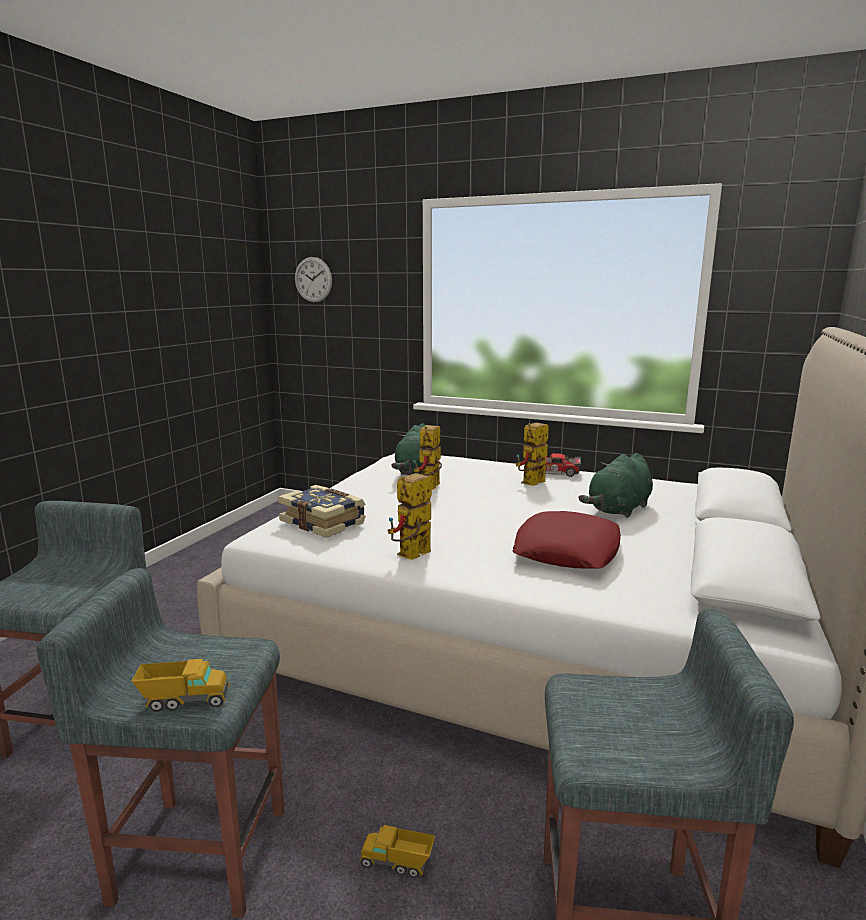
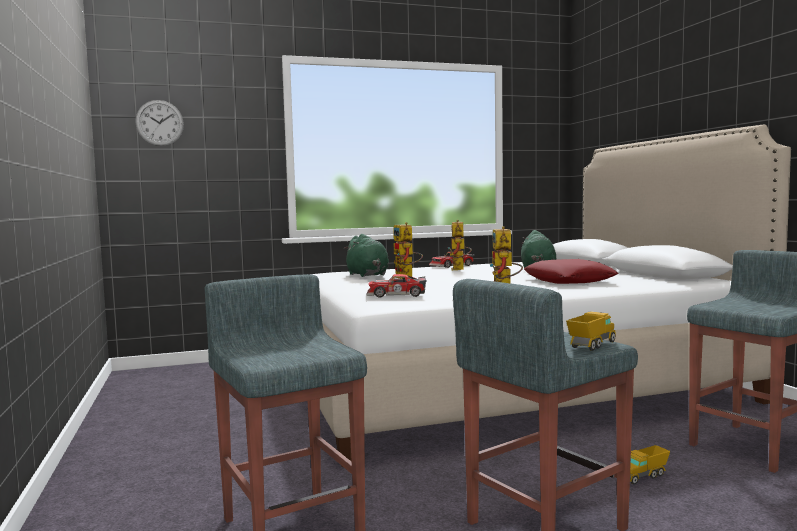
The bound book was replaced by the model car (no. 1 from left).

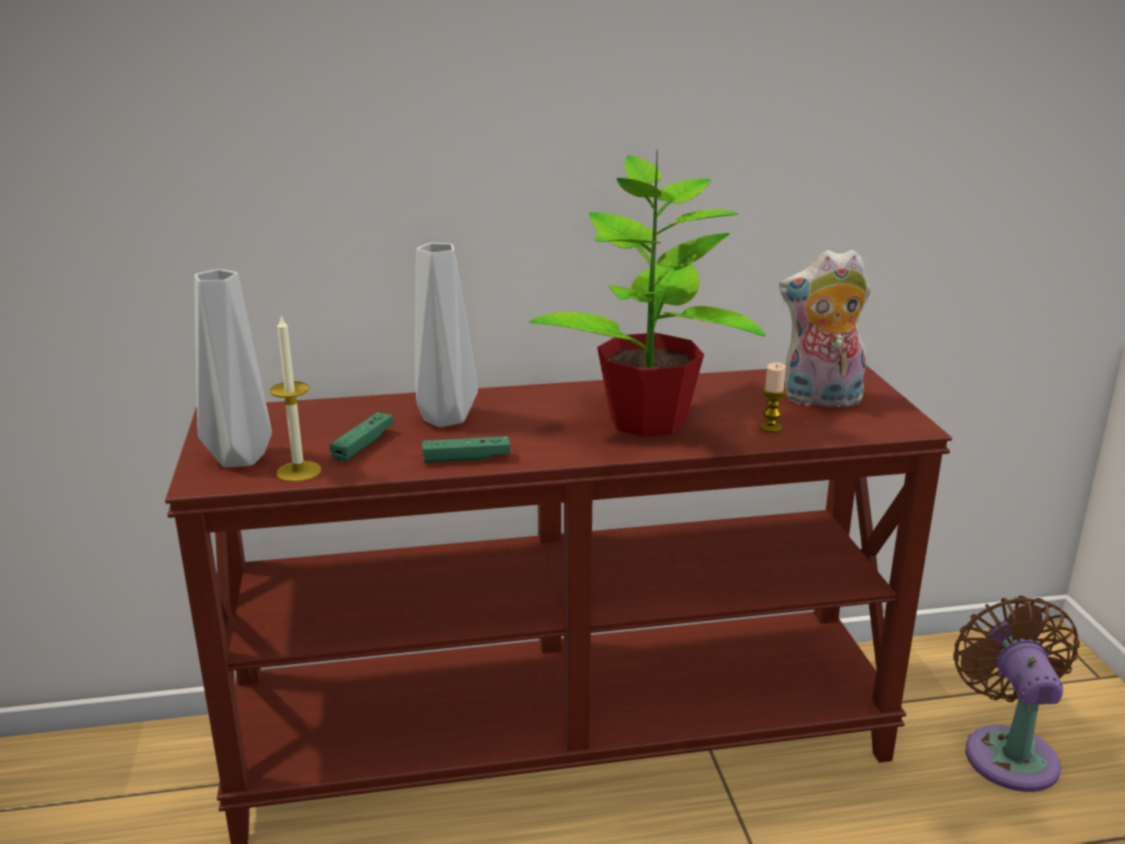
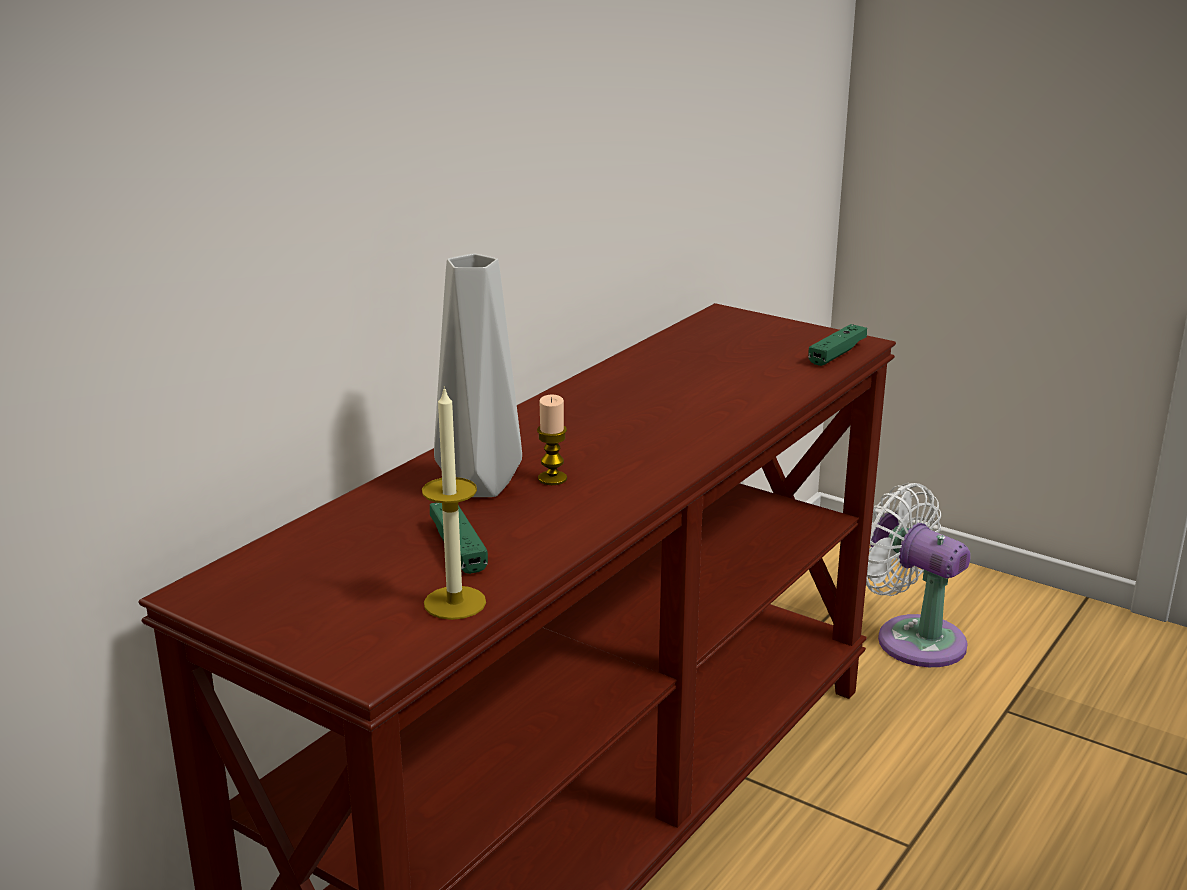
The flower vase (grey) (no. 1 from left) disappeared.
The gamepad (green-coloured) (no. 2 from left) moved.
The houseplant disappeared.
The wax candle (no. 2 from left) moved.
The plush toy disappeared.
The fan (brownish) became the fan (white).

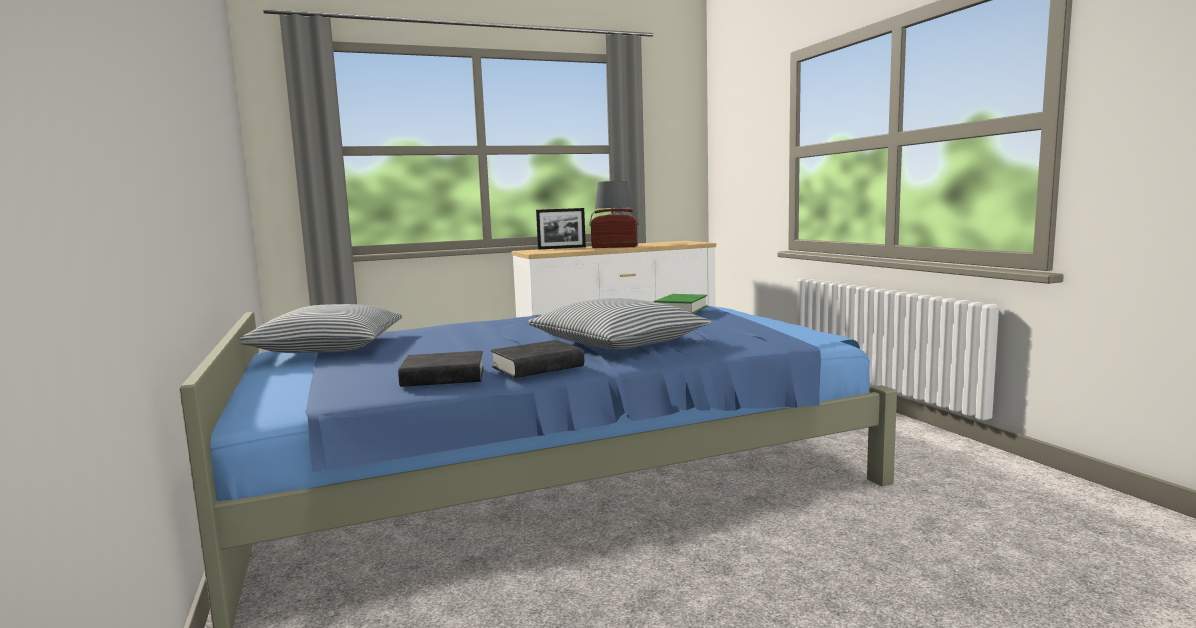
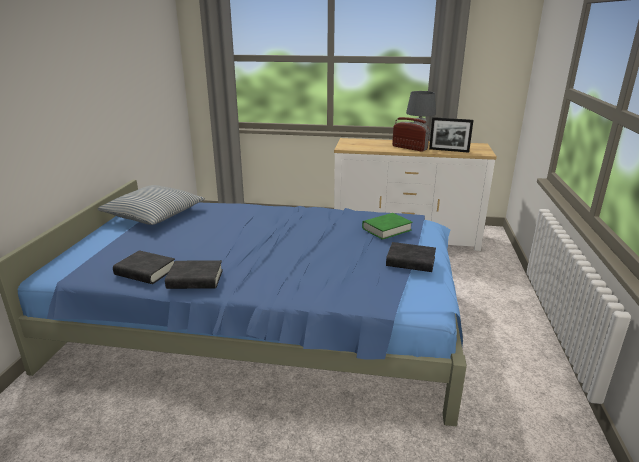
The pillow (no. 2 from left) disappeared.
The standing frame moved.
The bound book (black) (no. 3 from left) appeared.

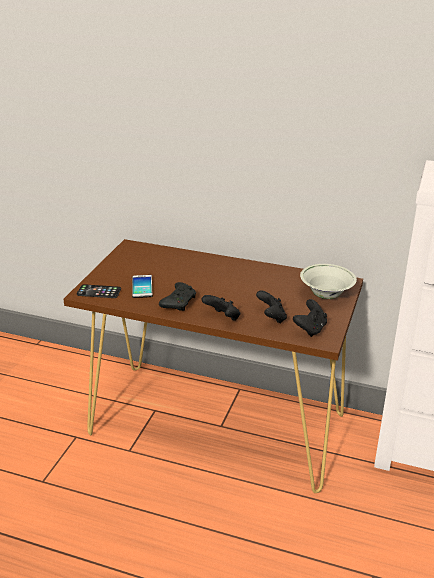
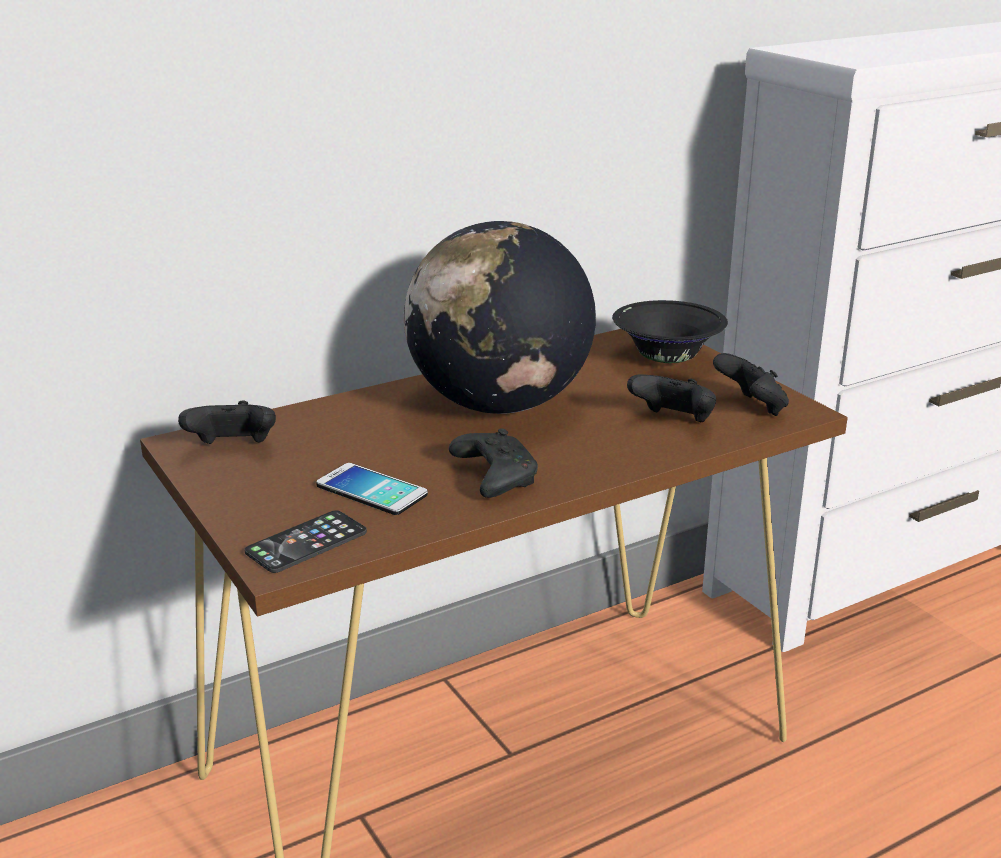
The gamepad (black) (no. 2 from left in the first image) moved.
The bowl (white) became the bowl (black).
The world globe appeared.

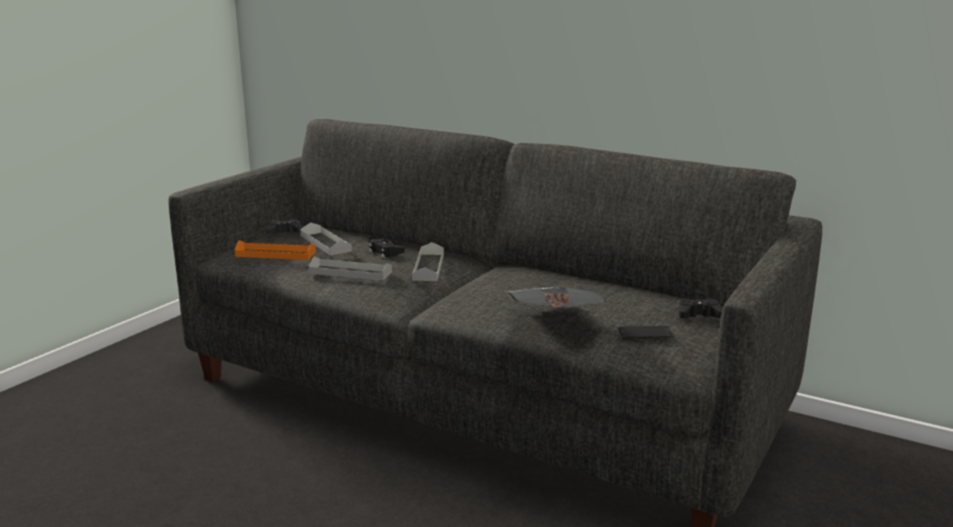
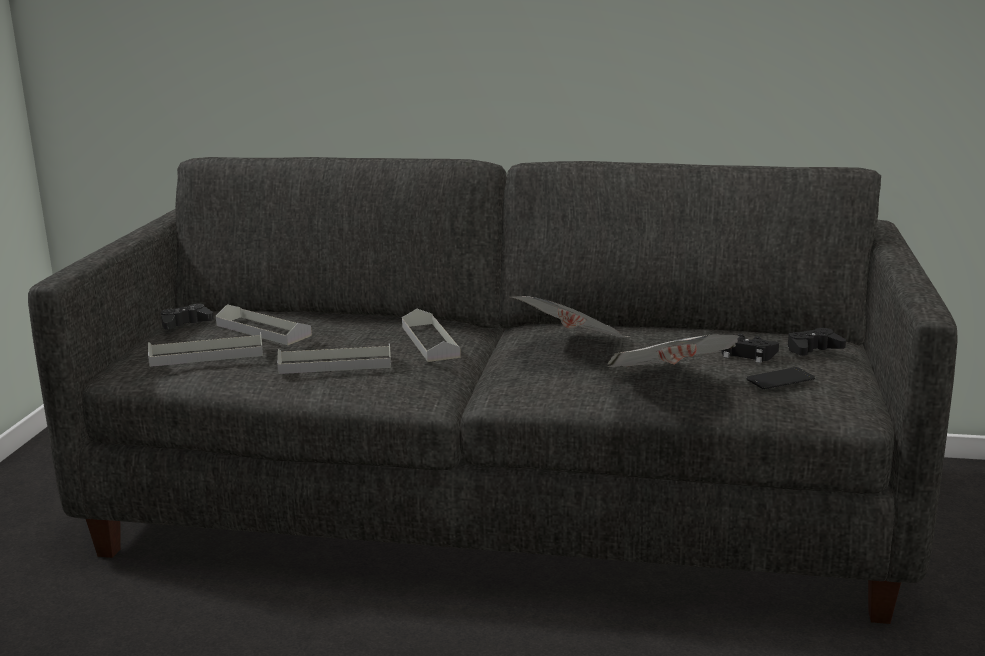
The carrying tray (orangey) became the carrying tray (grey) (no. 1 from left).
The gamepad (black) (no. 2 from left) moved.
The printed paper (no. 1 from left) appeared.

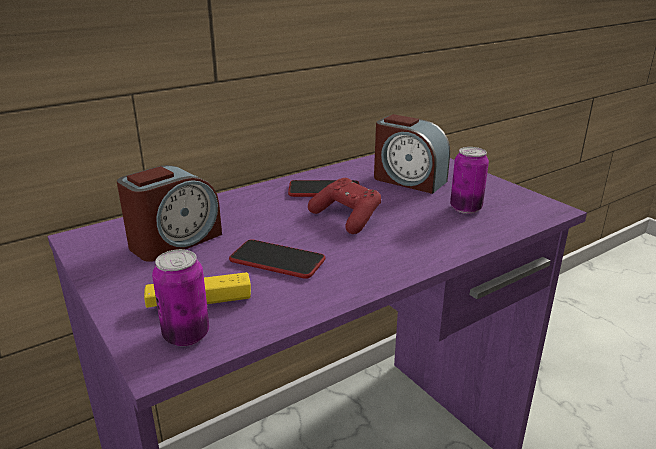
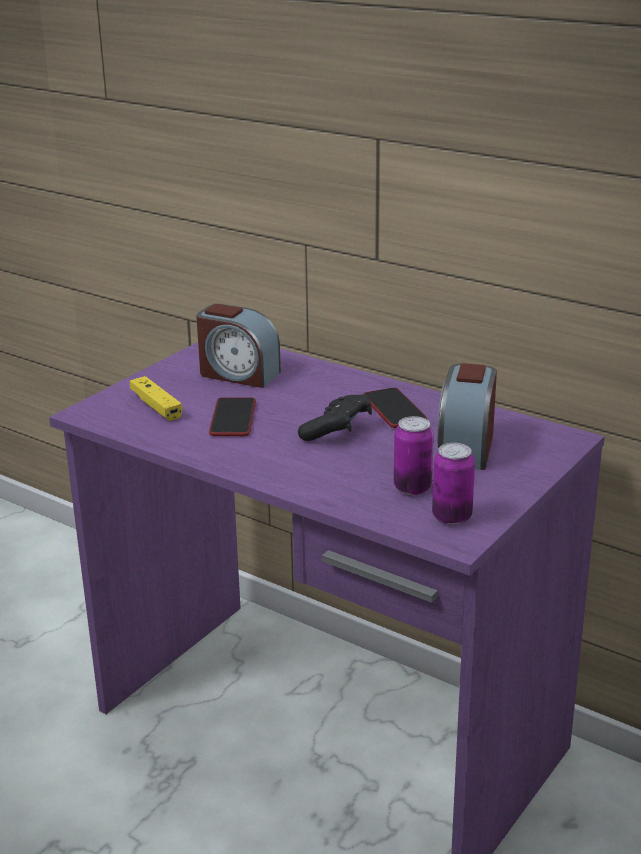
The can (no. 1 from left in the first image) moved.
The gamepad (red) became the gamepad (black).

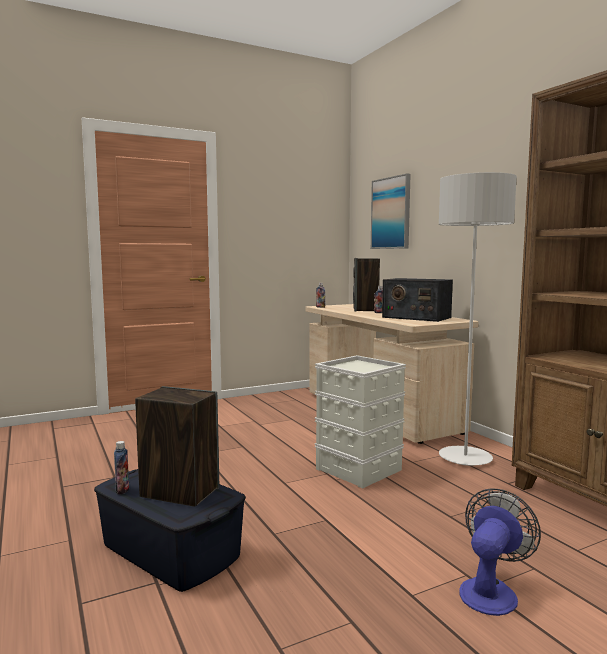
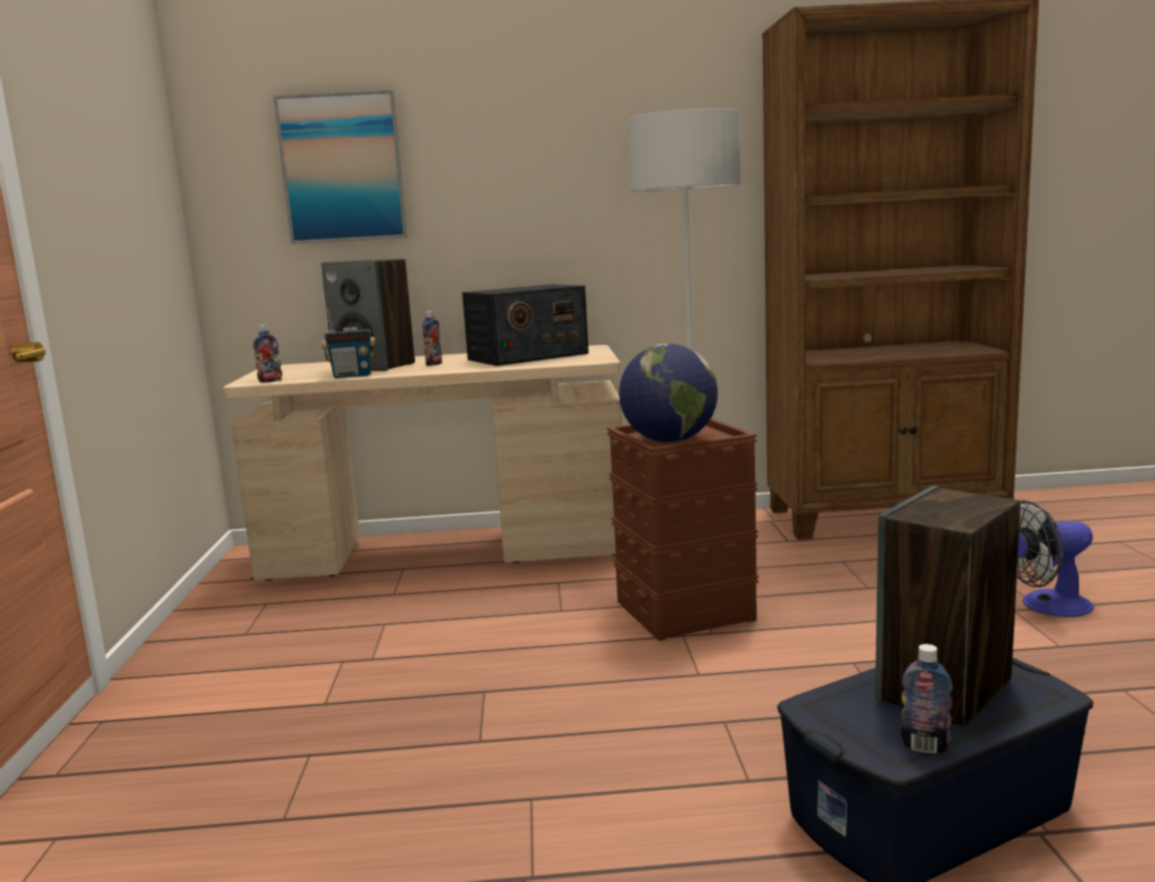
The storage container (grey) became the storage container (brownish).
The fan turned 75 degrees counterclockwise.
The radio set (no. 1 from left) appeared.
The world globe appeared.

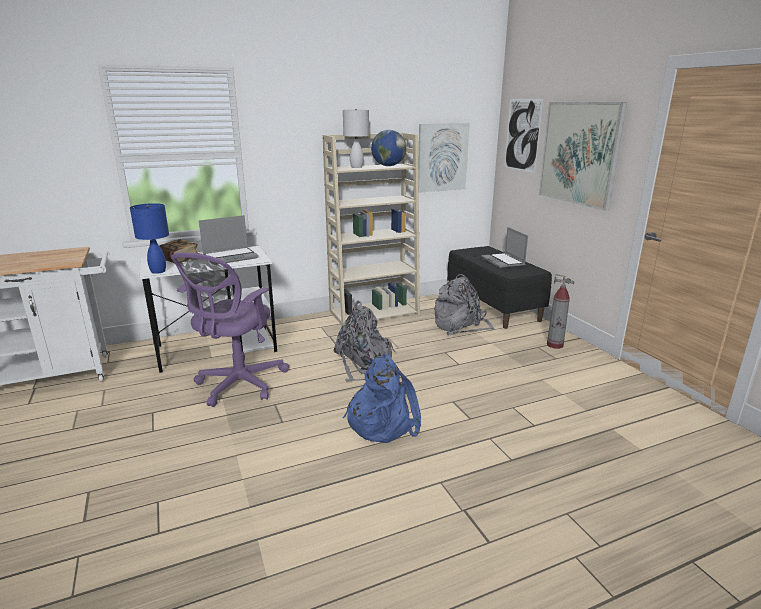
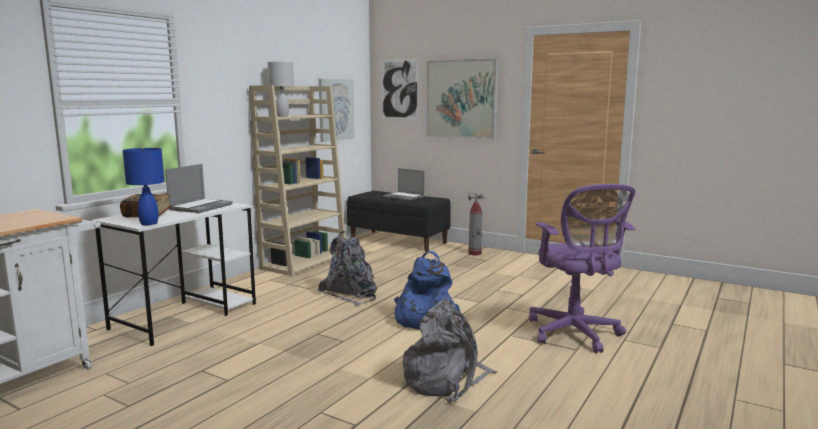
The desk chair (purple) moved.
The world globe disappeared.
The knapsack (grey) (no. 2 from left) moved.

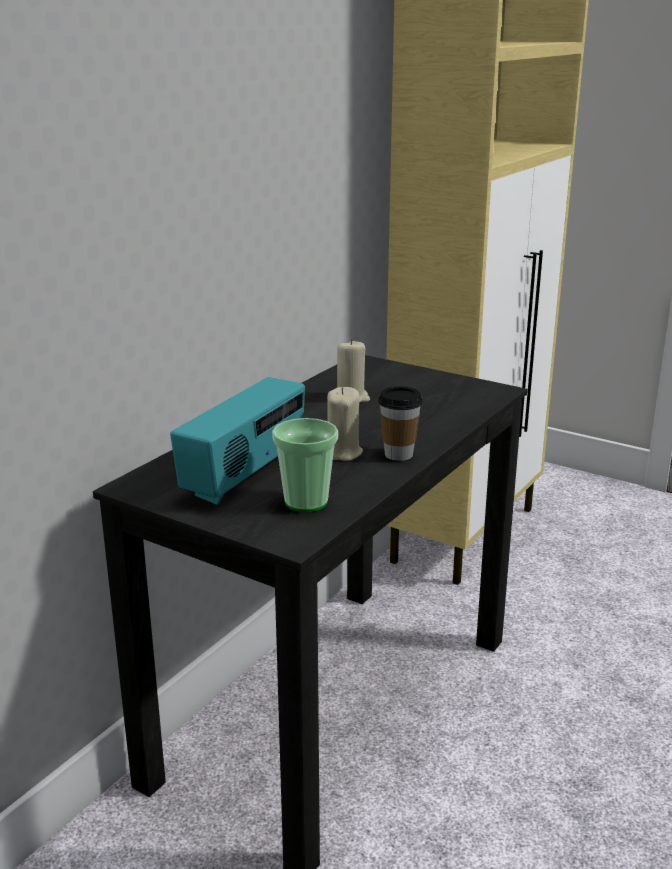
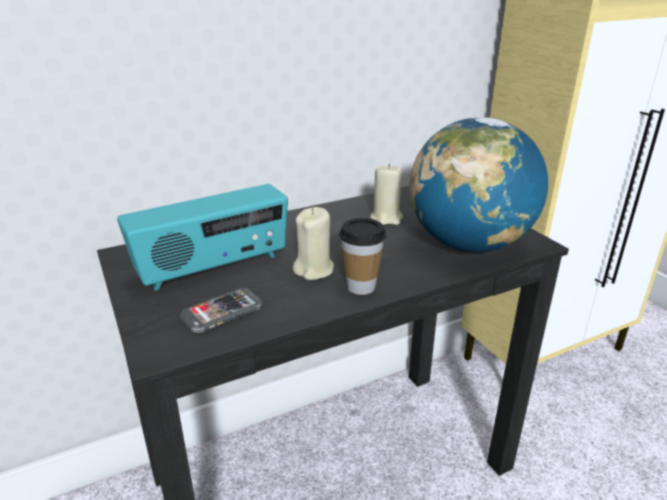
The cup (no. 1 from left) was replaced by the telephone.
The world globe appeared.

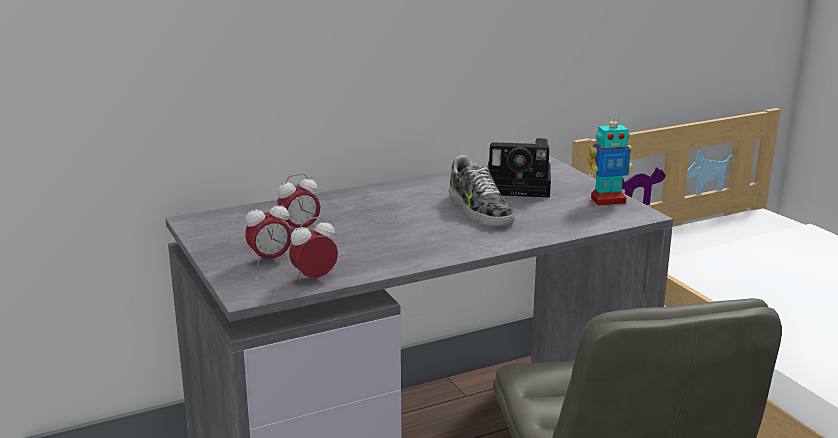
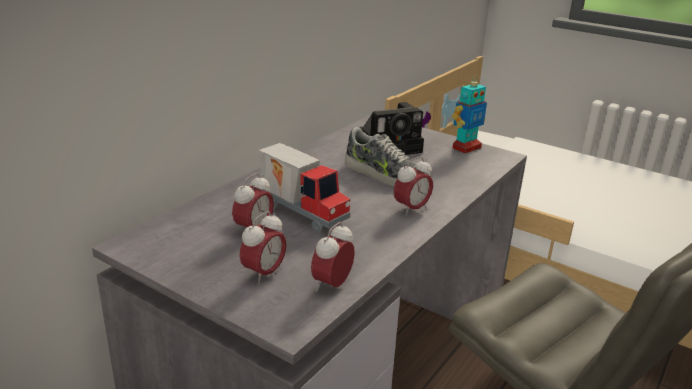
The toy lorry appeared.
The table clock (no. 4 from left) appeared.

